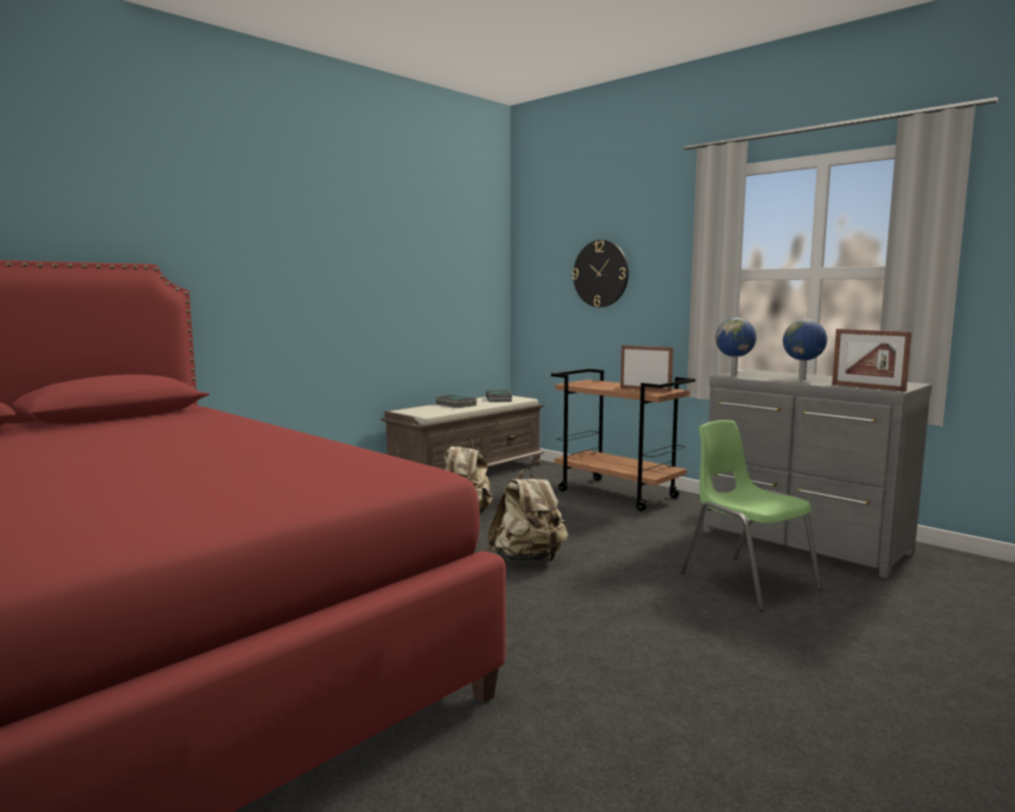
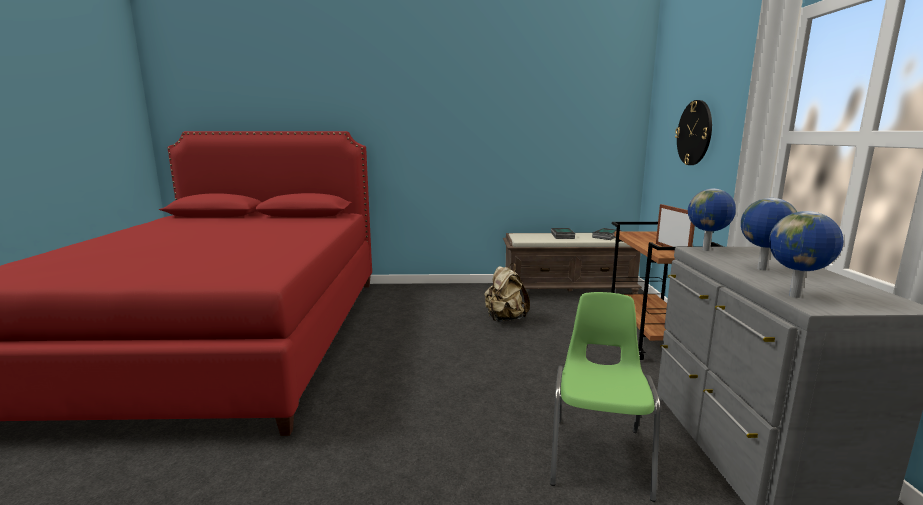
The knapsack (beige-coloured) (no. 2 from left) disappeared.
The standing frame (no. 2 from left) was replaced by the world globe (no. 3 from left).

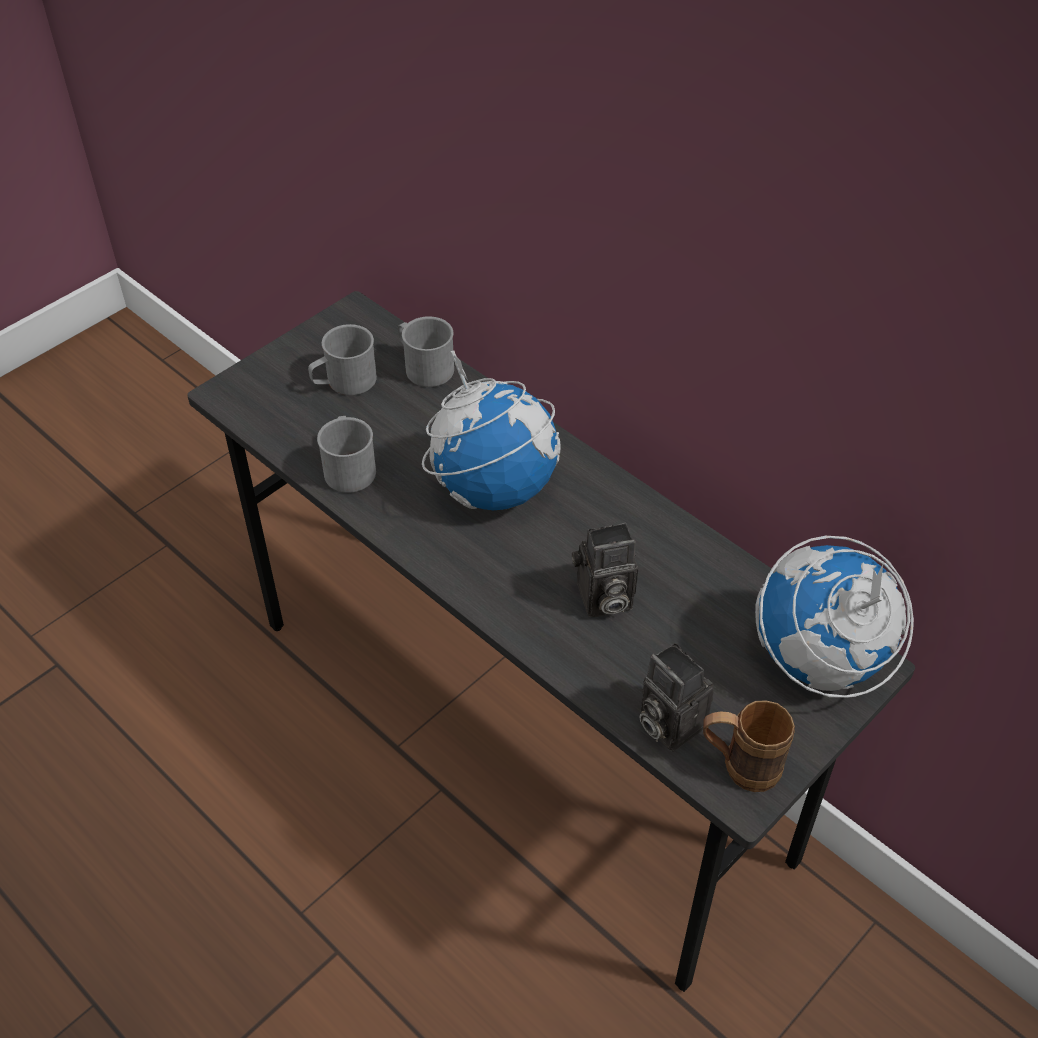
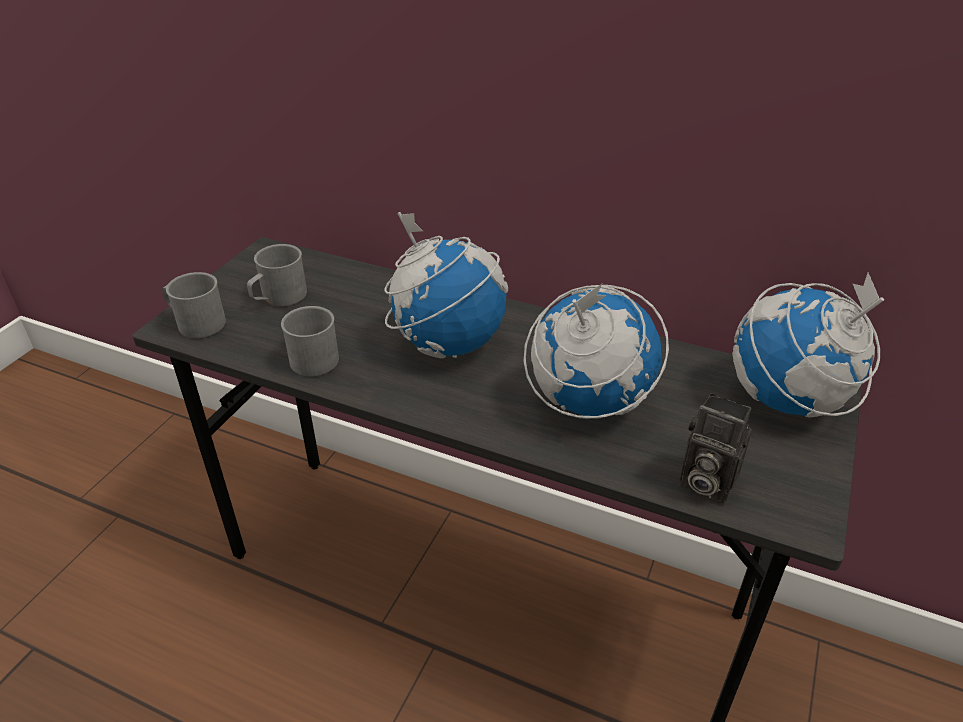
The coffee mug (grey) (no. 3 from left in the first image) moved.
The still camera (no. 1 from left) was replaced by the world globe (no. 2 from left).
The coffee mug (brownish) disappeared.

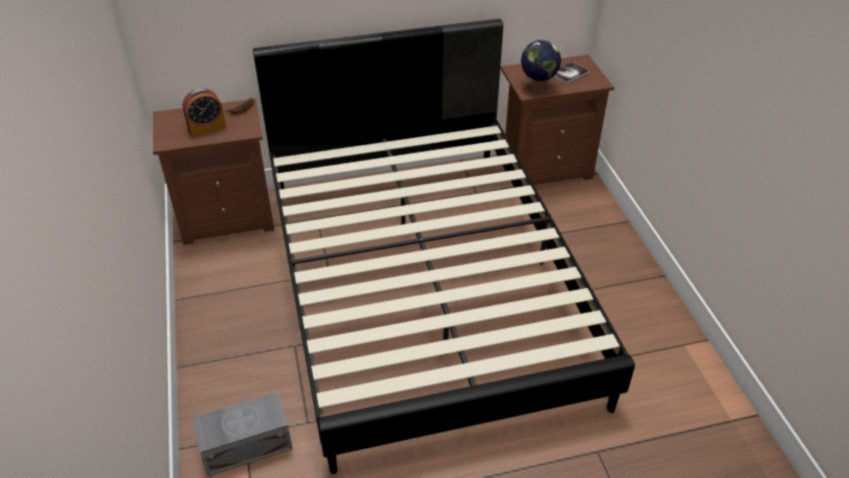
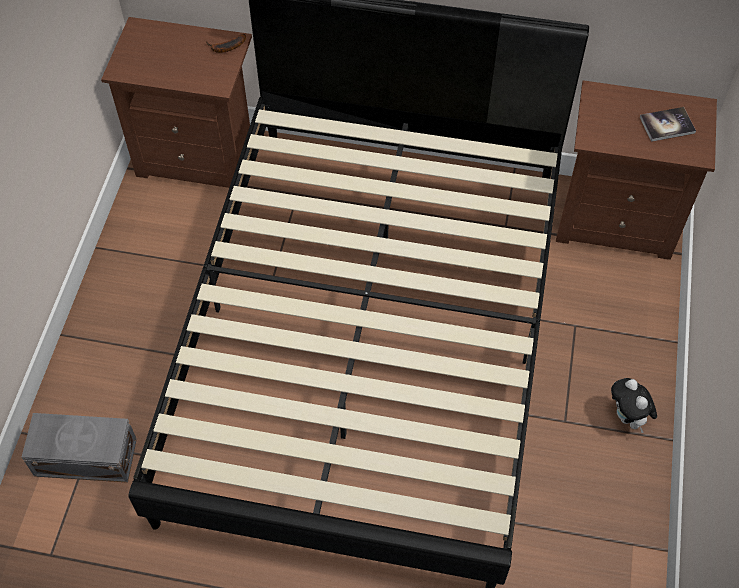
The table clock disappeared.
The world globe disappeared.
The plush toy appeared.

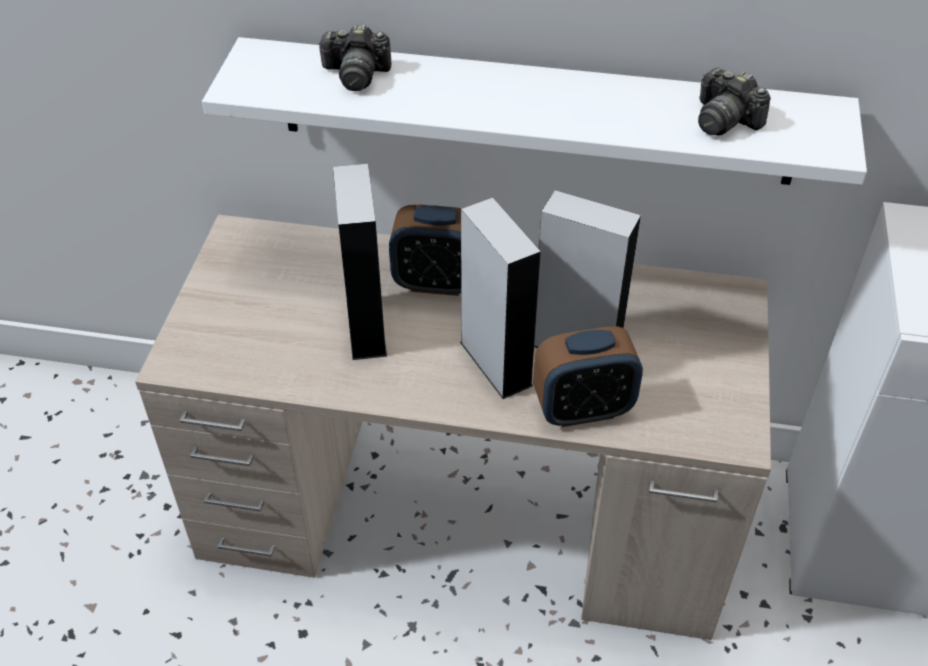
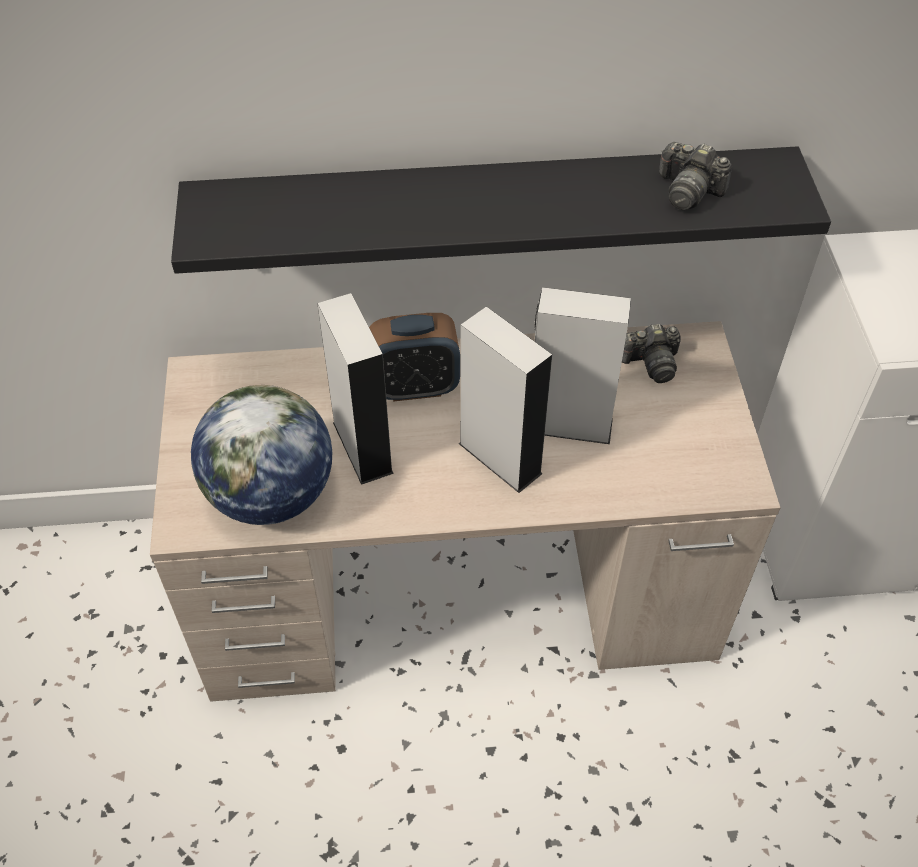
The wall shelf (white) became the wall shelf (black).
The still camera (no. 1 from left) moved.
The table clock (no. 2 from left) disappeared.
The world globe appeared.

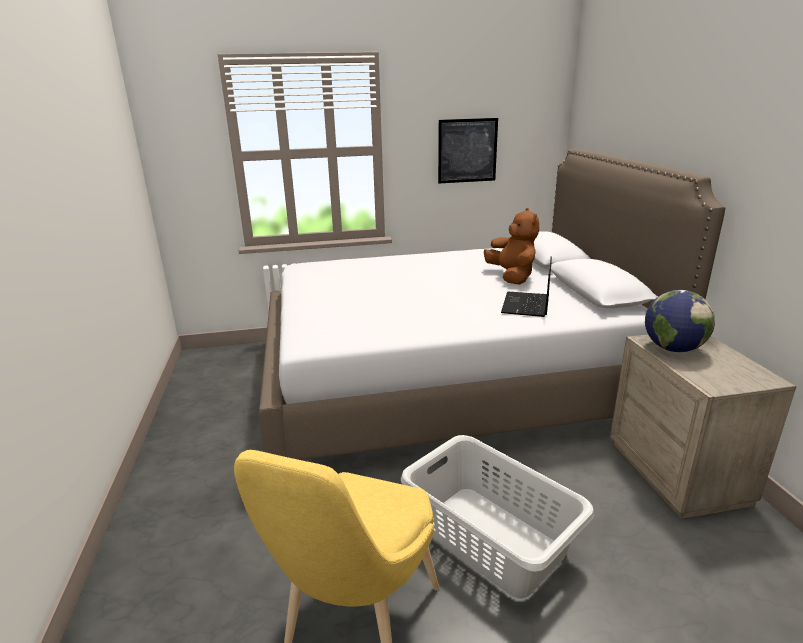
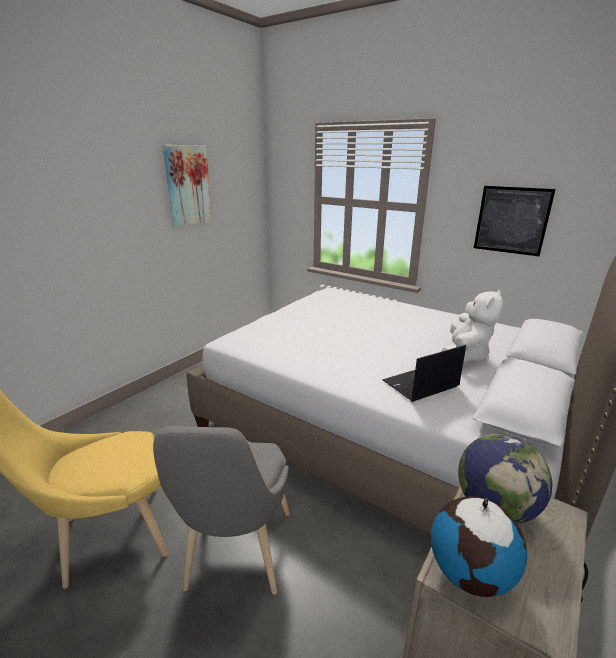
The hamper (grey) was replaced by the plain chair (grey).
The plush toy (brownish) became the plush toy (white).
The wall picture (no. 1 from left) appeared.
The world globe (no. 1 from left) appeared.

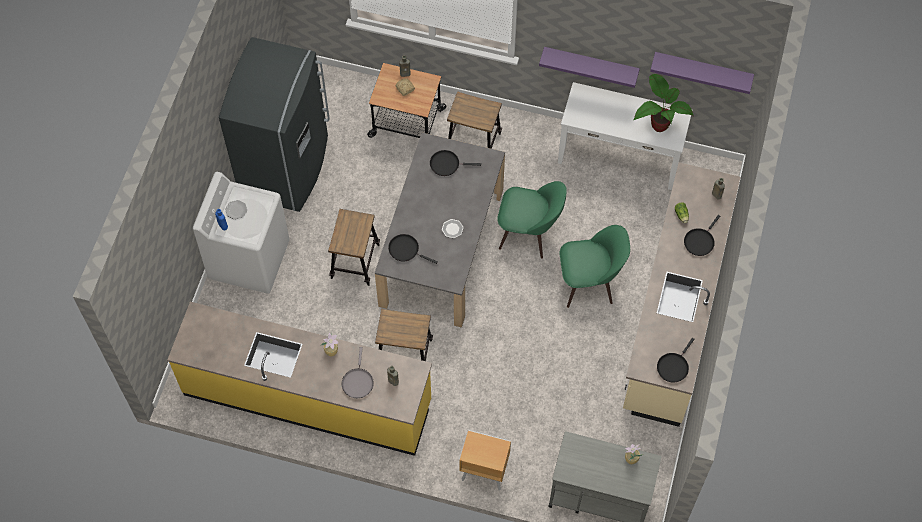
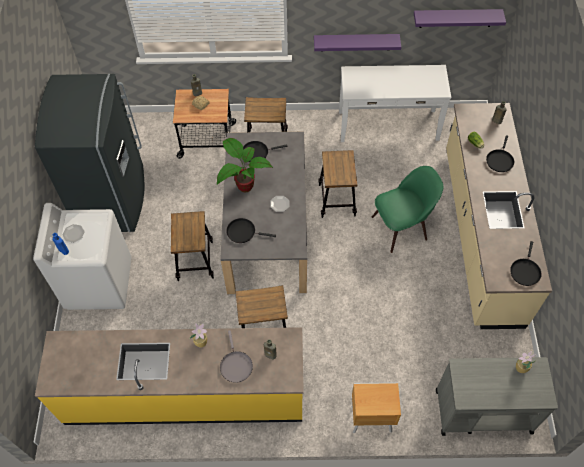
The plain chair (green-coloured) (no. 1 from left) was replaced by the stool seat (no. 4 from left).
The houseplant (no. 3 from left in the first image) moved.

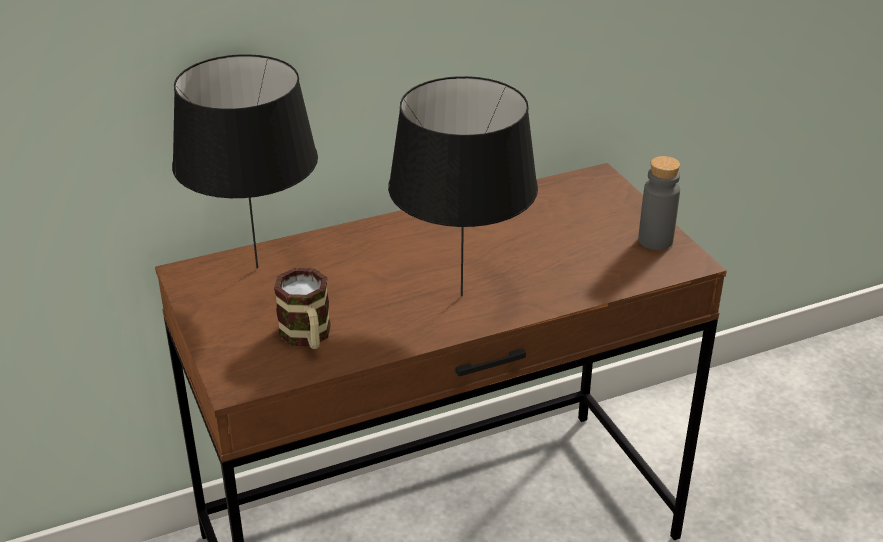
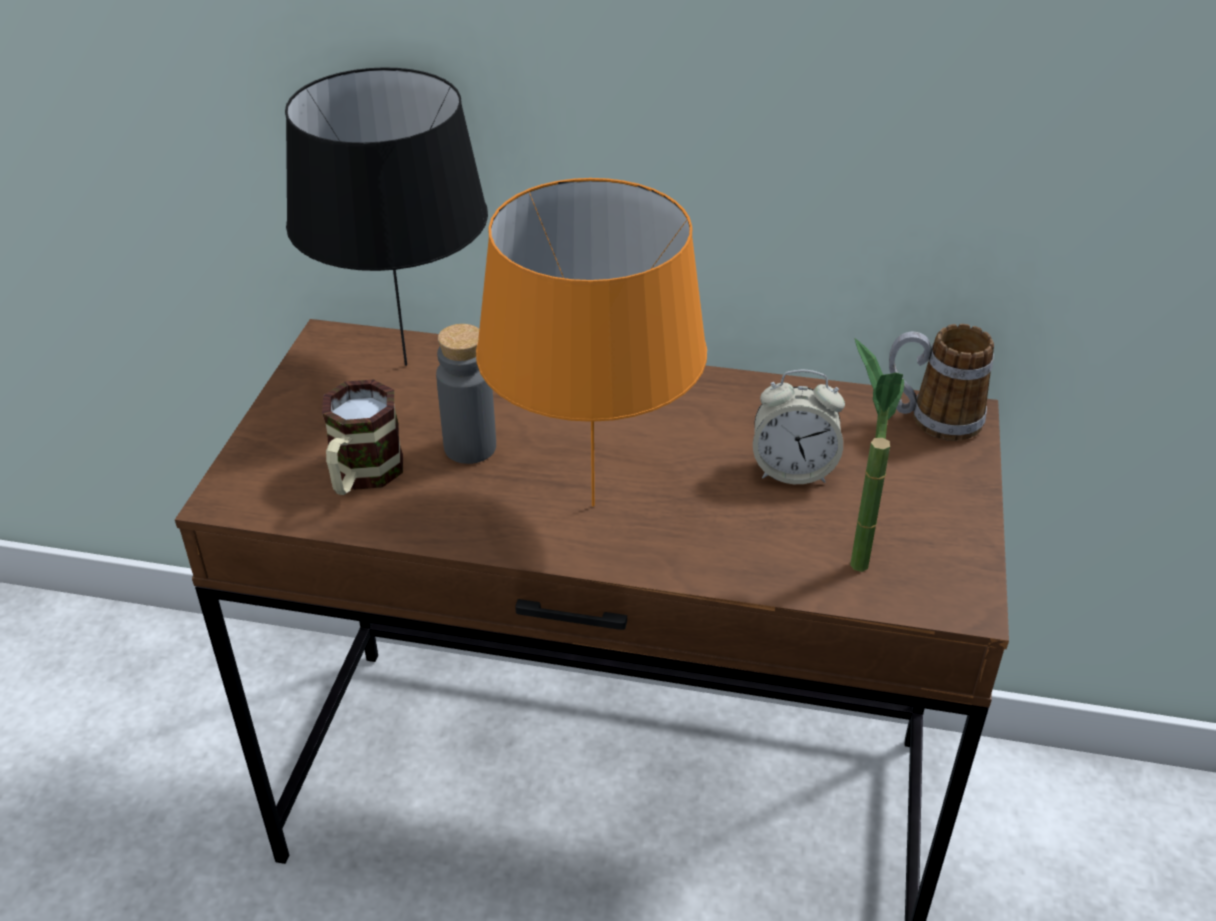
The table lamp (black) (no. 2 from left) became the table lamp (orangey).
The bottle (grey) moved.
The table clock appeared.
The houseplant appeared.
The coffee mug (no. 2 from left) appeared.

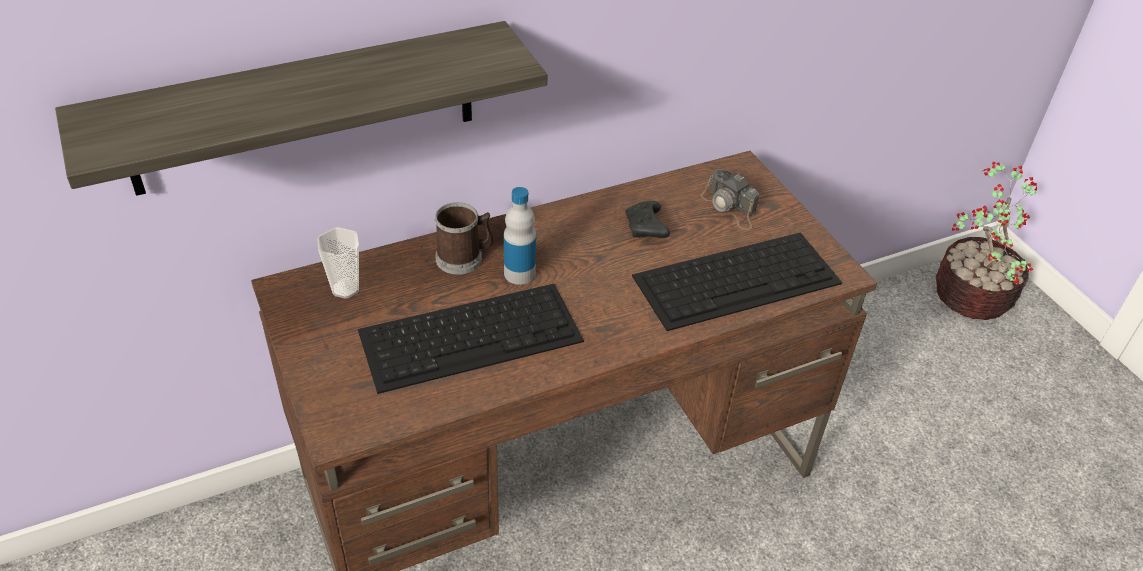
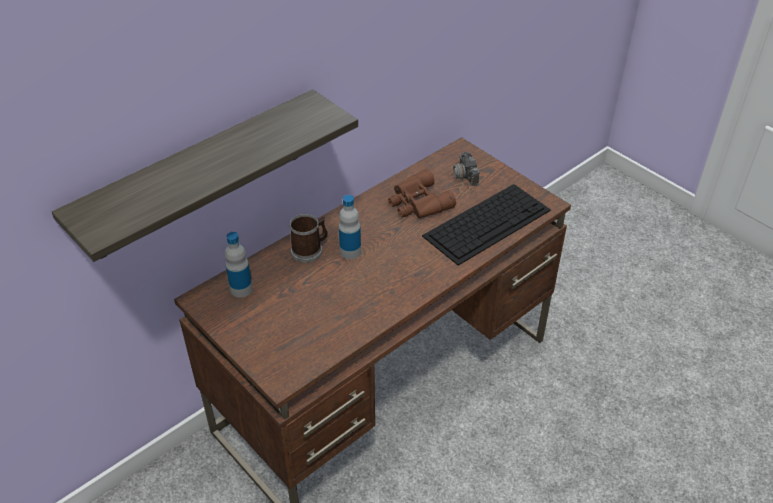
The cup was replaced by the bottle (no. 1 from left).
The keyboard (no. 1 from left) disappeared.
The gamepad (black) was replaced by the field glasses (brownish).
The still camera turned 45 degrees clockwise.
The houseplant disappeared.

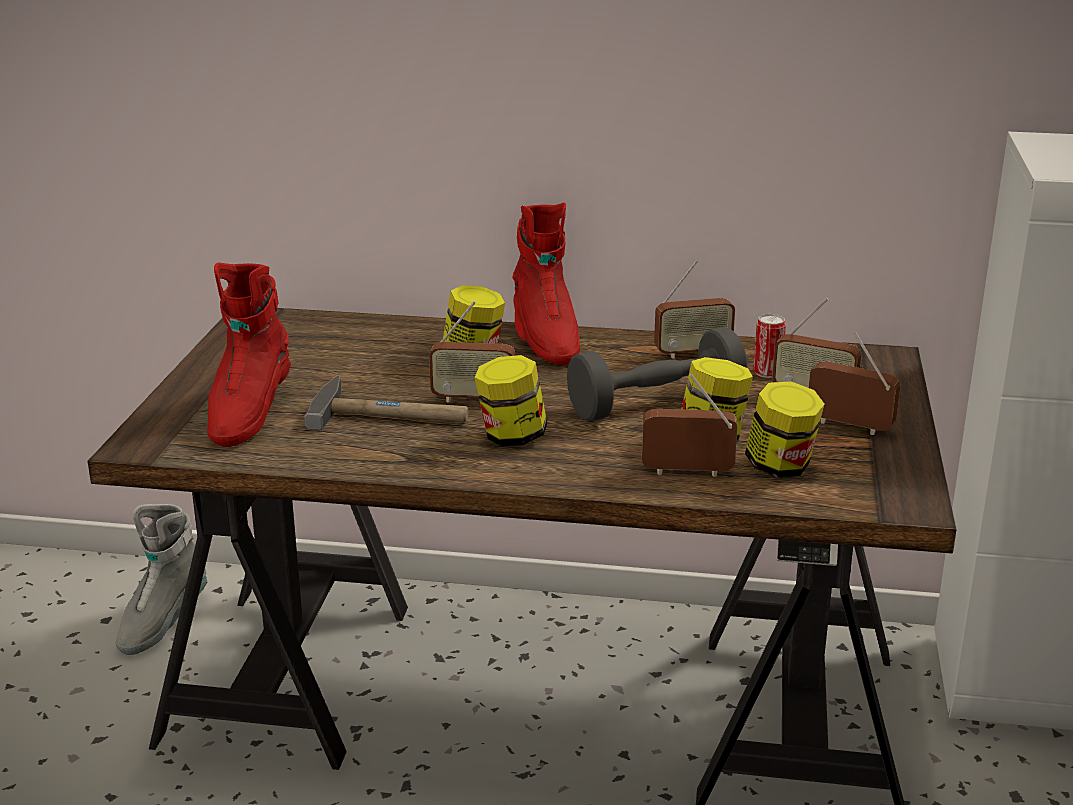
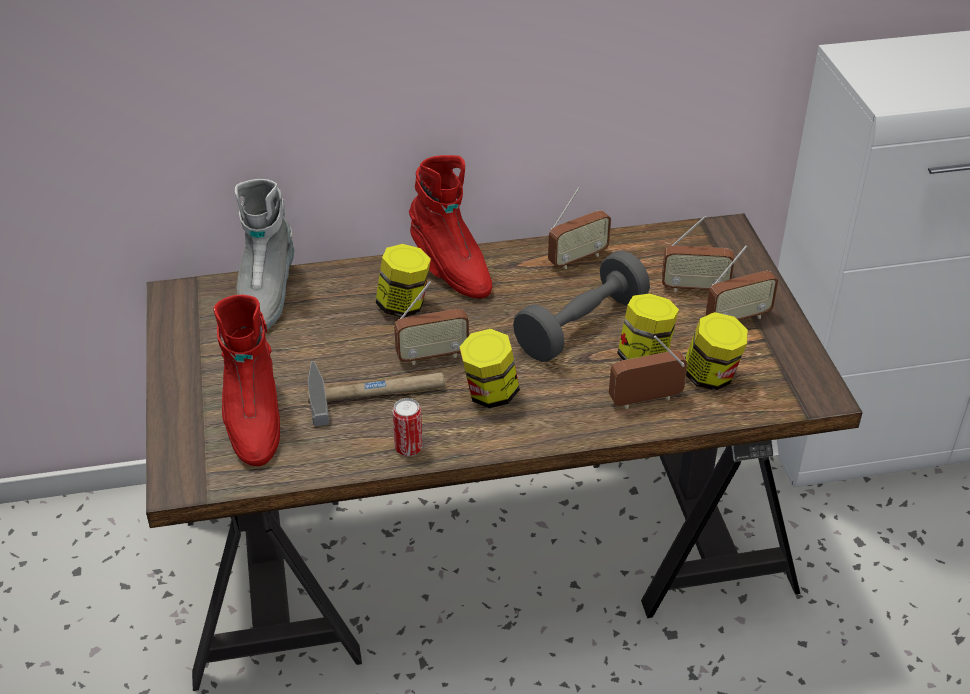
The boot (grey) moved.
The can moved.
The radio set (no. 5 from left) turned 150 degrees clockwise.

